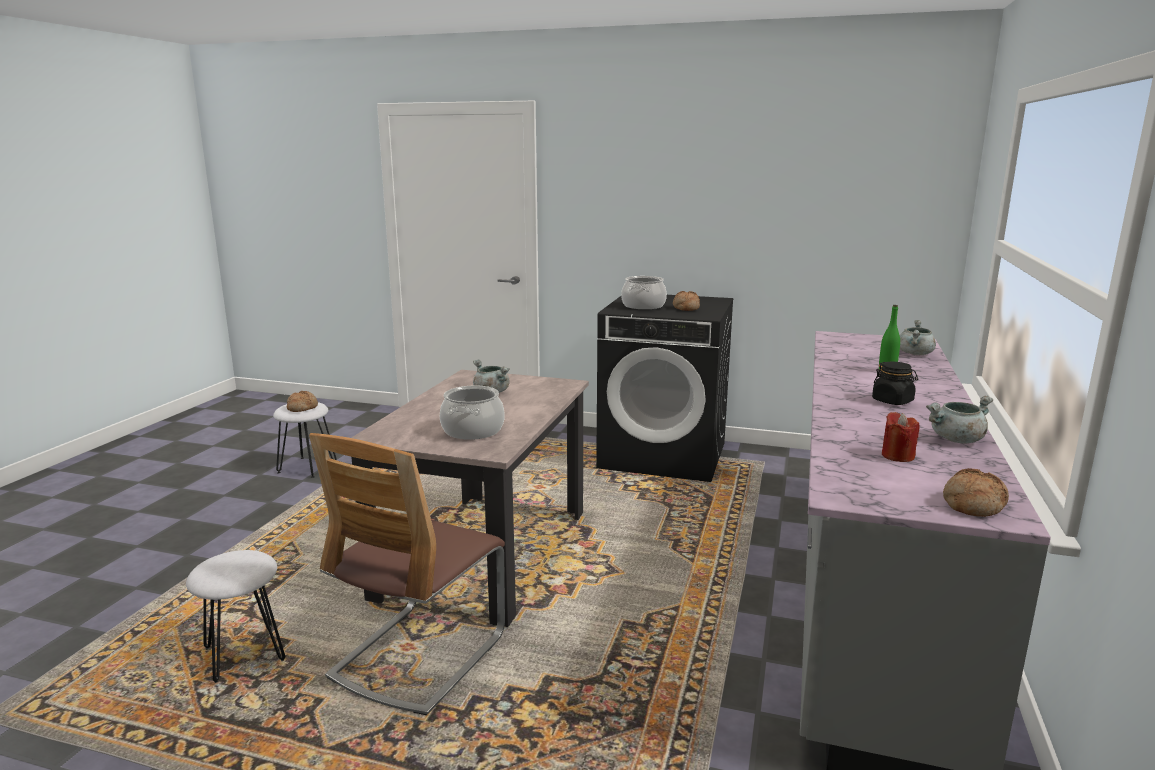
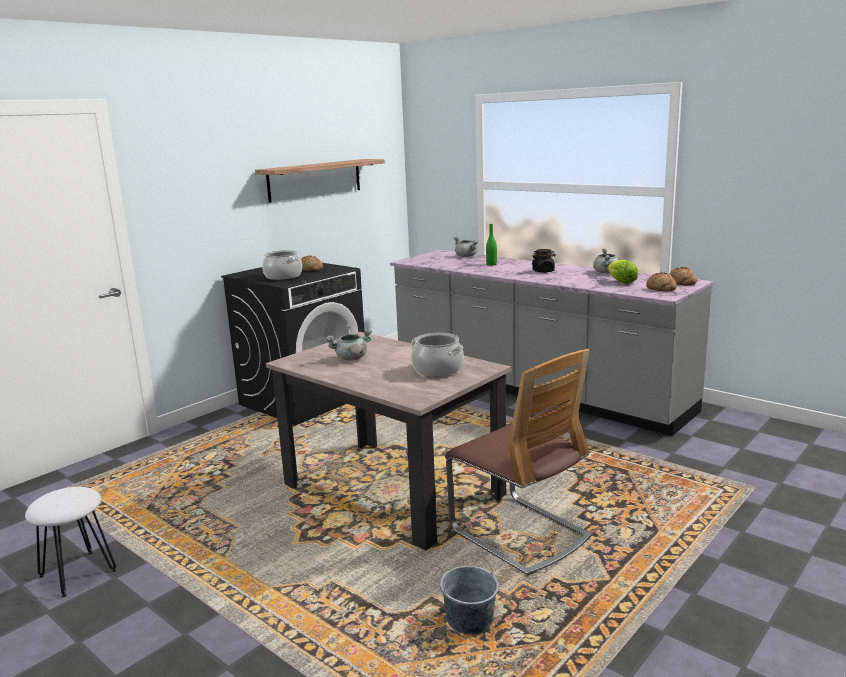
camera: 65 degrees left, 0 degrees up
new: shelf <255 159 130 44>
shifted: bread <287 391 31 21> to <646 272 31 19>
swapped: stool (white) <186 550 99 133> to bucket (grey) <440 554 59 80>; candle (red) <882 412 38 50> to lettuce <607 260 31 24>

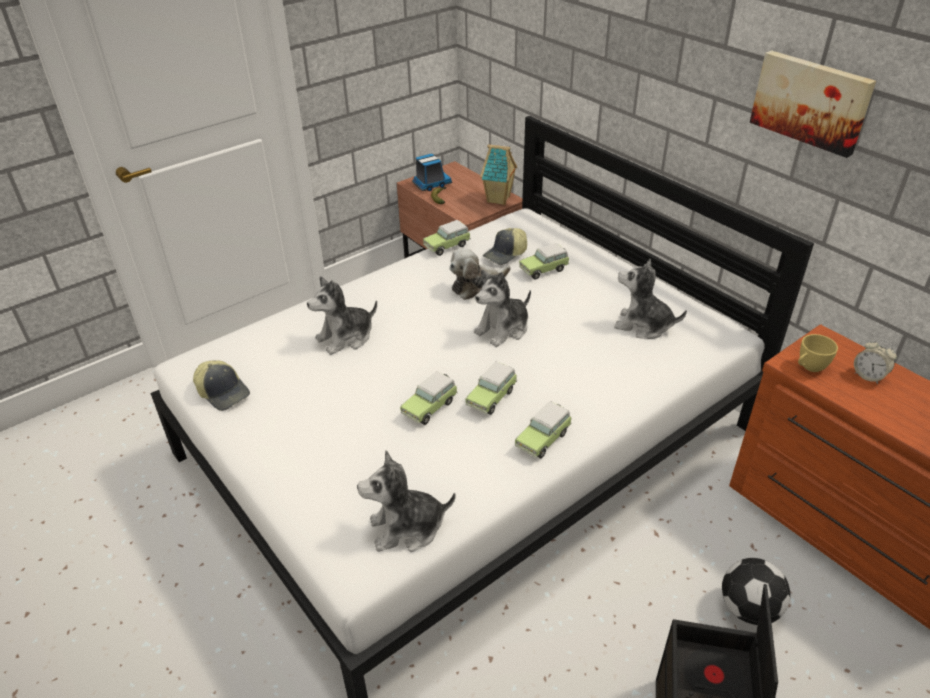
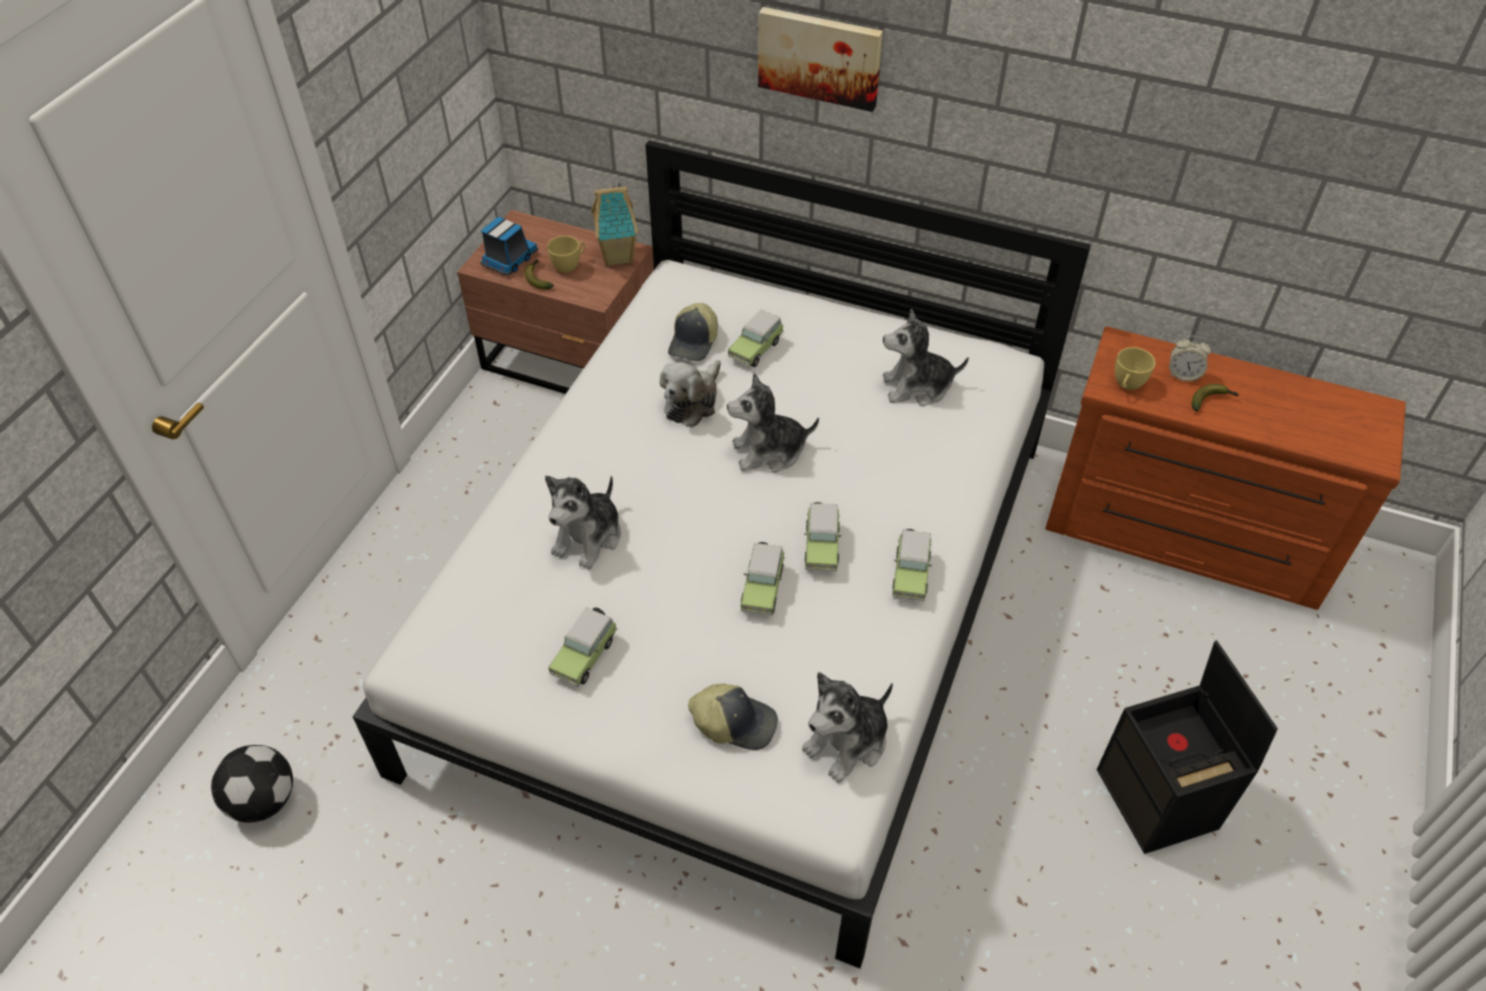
camera: 30 degrees left, 10 degrees up
new: cup (yellow) <547 236 38 37>; banana <1192 384 47 28>
shifted: football <722 558 69 67> to <211 745 82 77>; toy car <423 220 48 36> to <548 607 70 80>; cap <193 361 57 50> to <688 684 90 66>; picture <750 50 126 108> to <758 7 125 105>
rotated: plush toy <474 269 57 78> = <727 373 92 100> 60 degrees clockwise

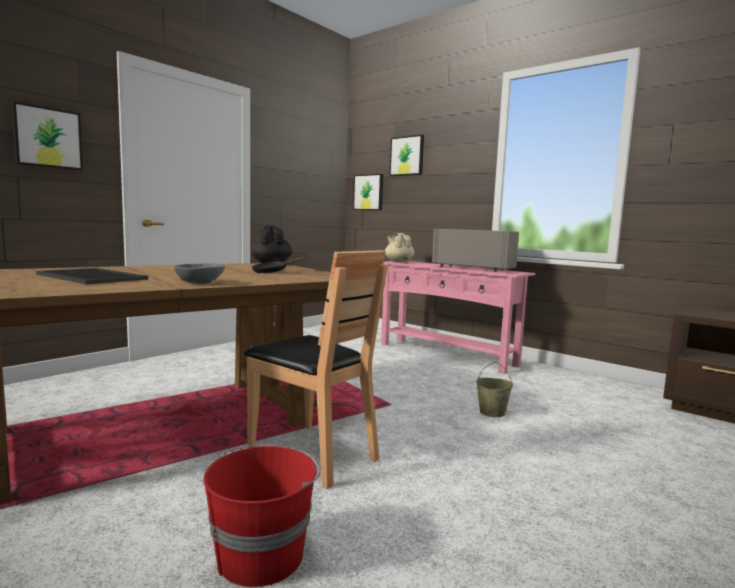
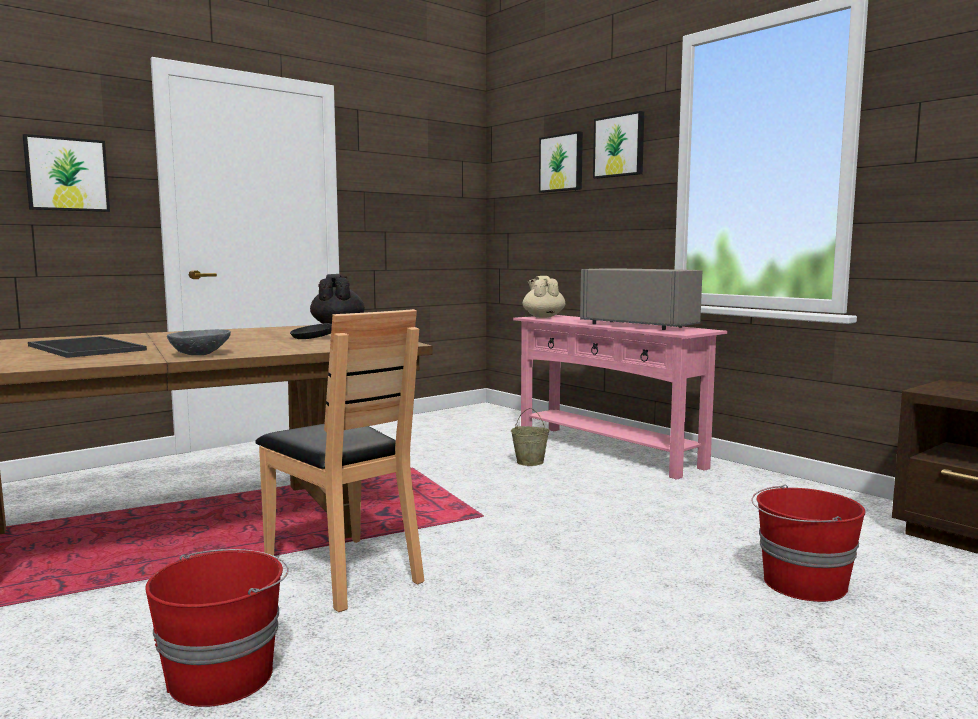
camera: 10 degrees right, 0 degrees up
new: bucket (red) <751 484 114 118>
shifted: bucket (beige) <476 362 37 55> to <511 408 38 58>; picture <353 174 30 36> to <593 111 51 68>

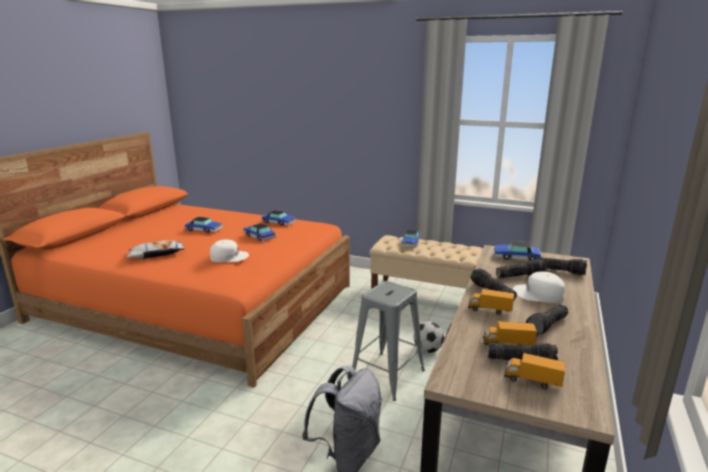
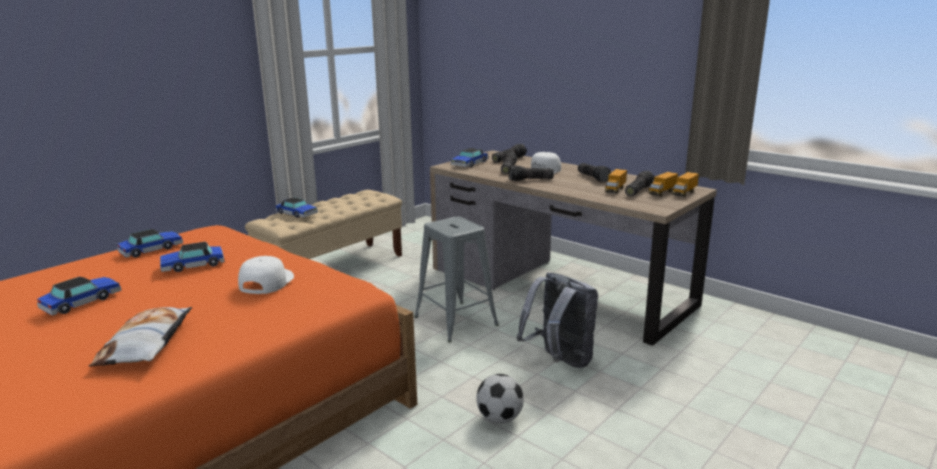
camera: 70 degrees left, 0 degrees up
shifted: football <414 321 30 32> to <476 374 48 50>; toy truck <468 289 46 26> to <672 172 27 25>

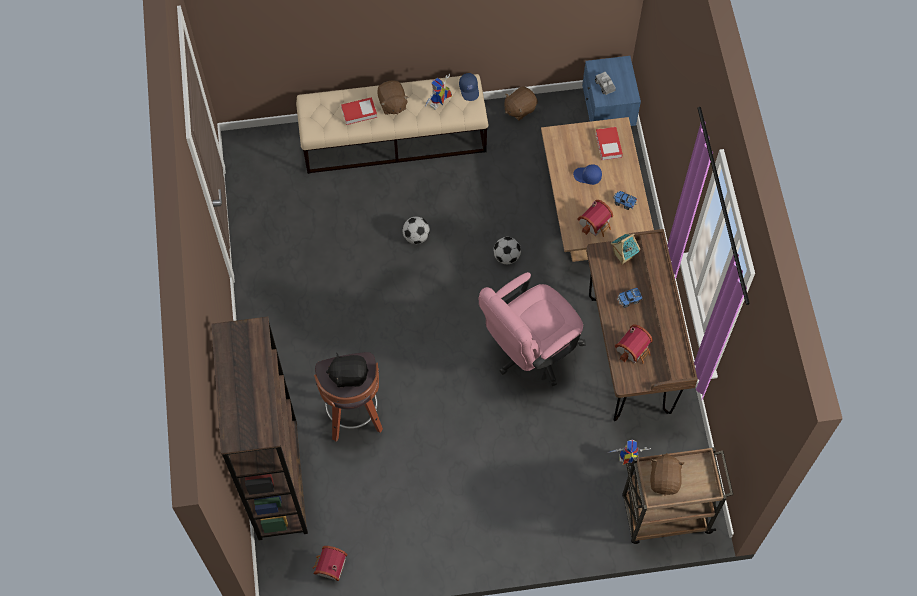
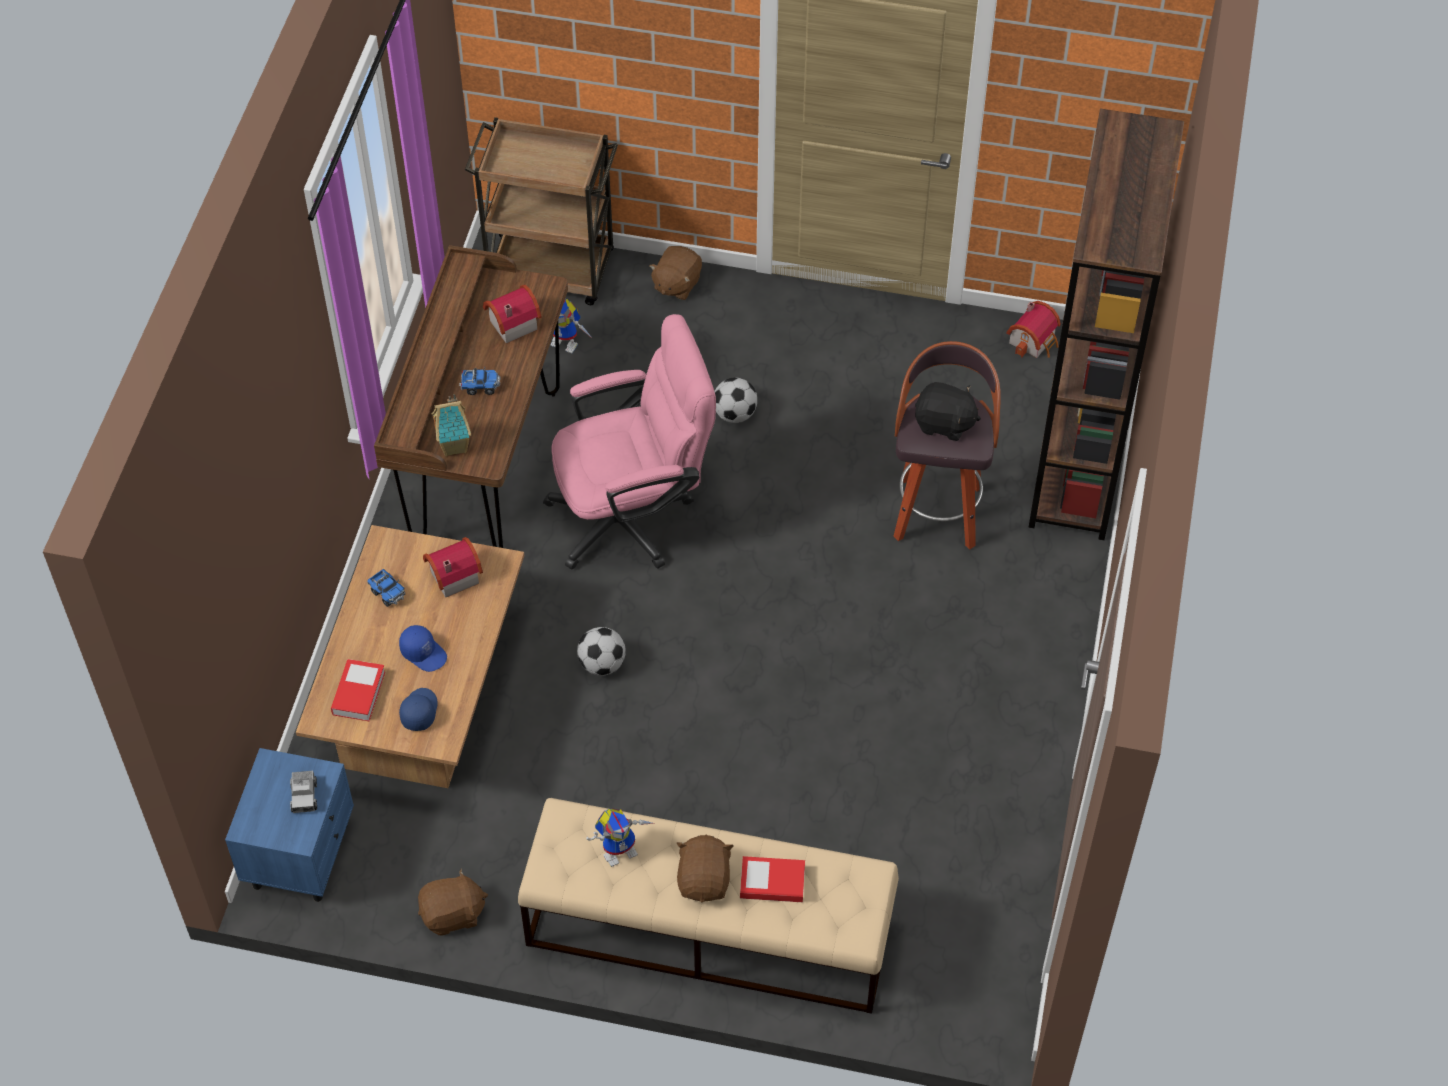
camera: 160 degrees left, 10 degrees down
shifted: cap (blue) <459 73 20 28> to <399 688 39 43>; plush toy (brown) <650 453 34 43> to <649 246 53 54>; football <403 217 27 27> to <714 378 43 45>

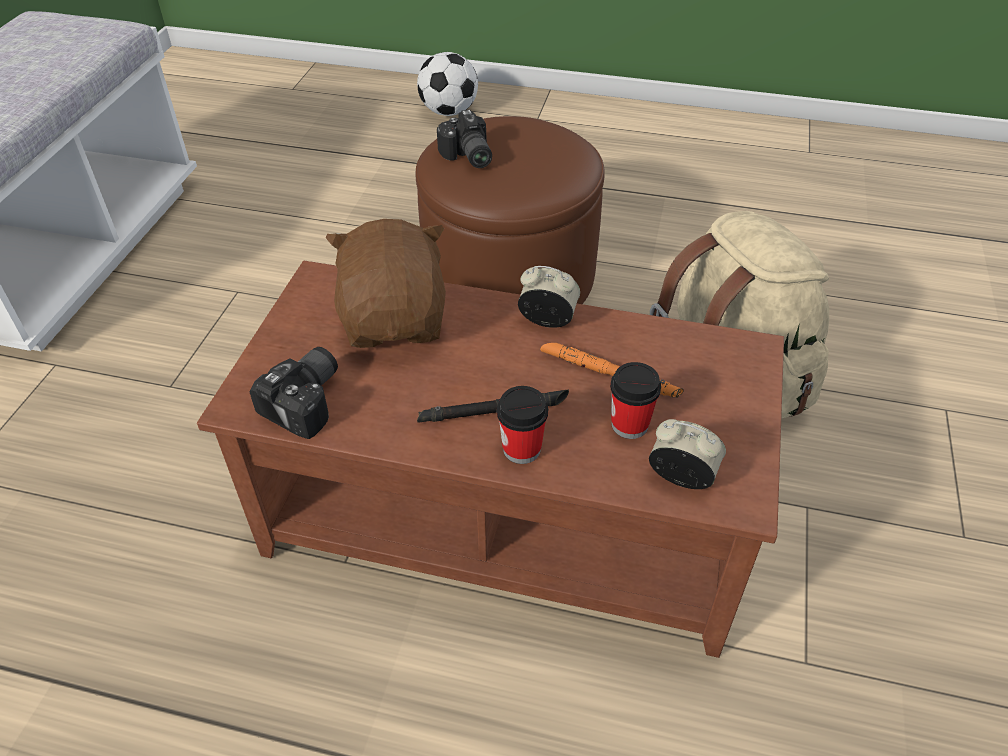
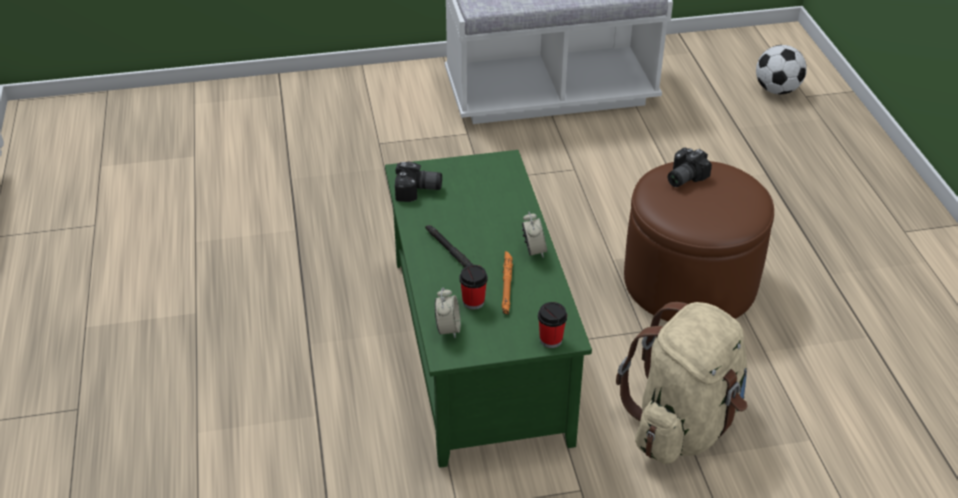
camera: 65 degrees right, 5 degrees down
gone: plush toy (brown) <326 219 120 129>
shifted: cup <497 386 51 78> to <538 302 29 46>; football <417 52 61 64> to <756 45 51 49>
repainted: coffee table (brown) <197 261 587 397> to coffee table (green) <385 150 207 318>

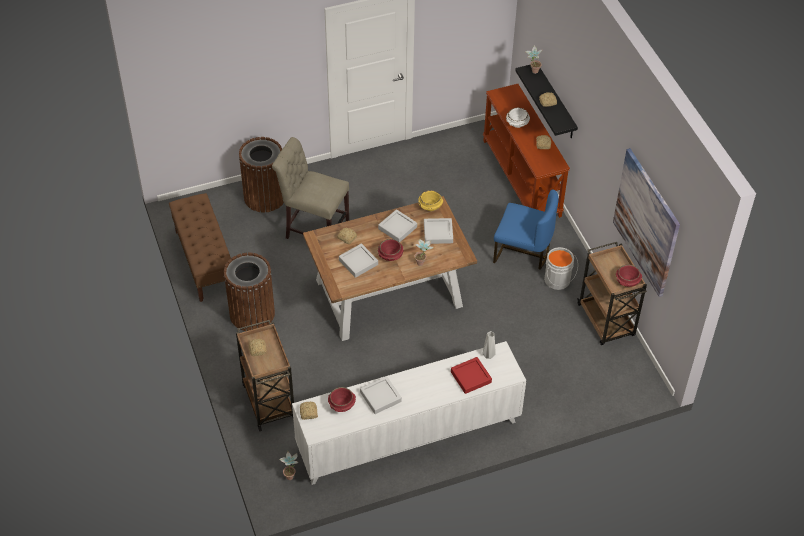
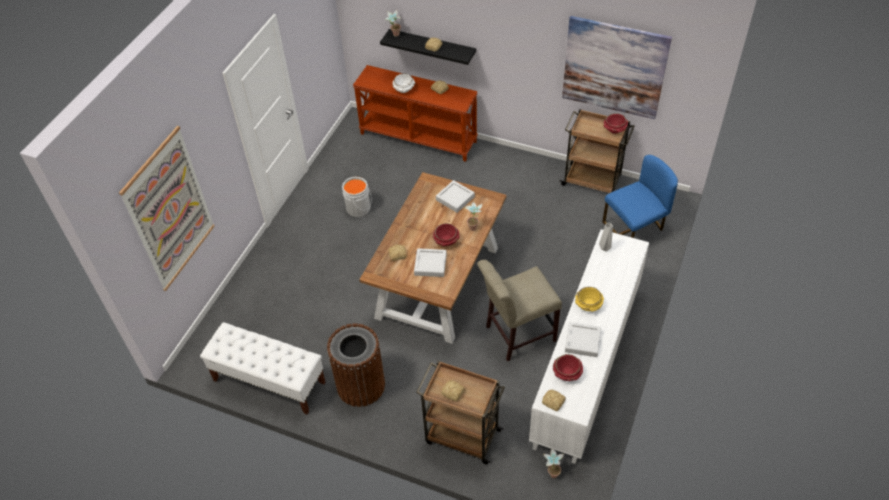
camera: 45 degrees left, 0 degrees up
gone: trash can (brown) <239 137 45 76>; tray (grey) <378 209 39 34>; tray (red) <451 357 41 37>
new: picture <119 126 96 165>
shifted: bucket (grey) <544 247 34 43> to <342 177 30 40>; chair (beige) <272 137 77 102> to <477 260 85 101>; bowl (yellow) <418 190 25 21> to <575 287 29 24>; chair (blue) <493 190 66 80> to <603 155 75 83>
repainted: bench (brown) <169 193 62 109> to bench (white) <200 322 126 93>

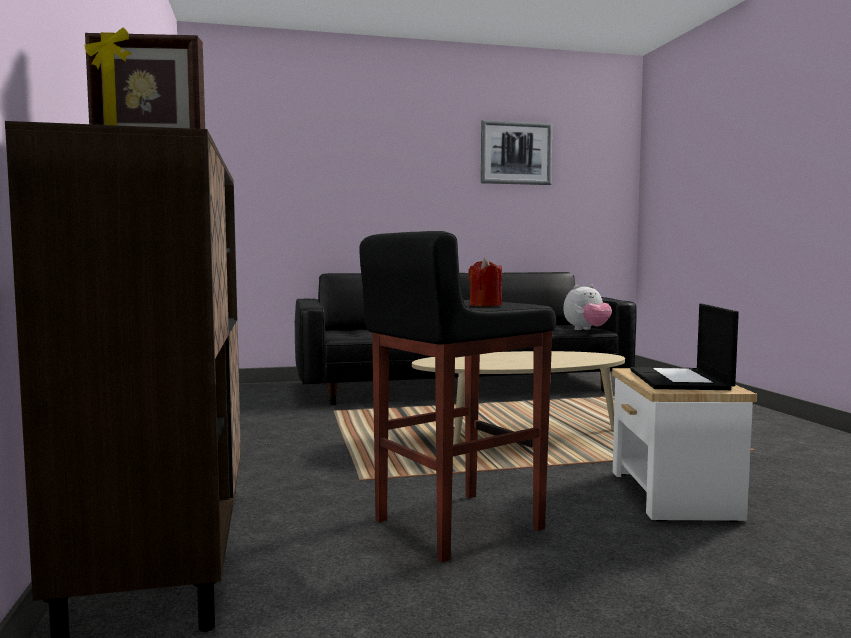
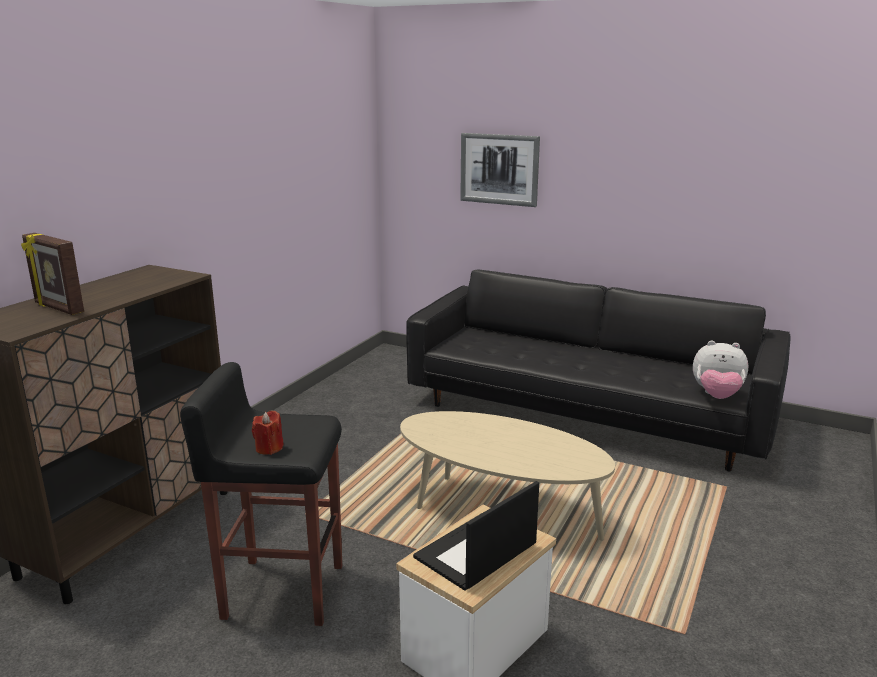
camera: 40 degrees right, 15 degrees up
shifted: picture <481 120 71 65> to <460 133 80 74>

